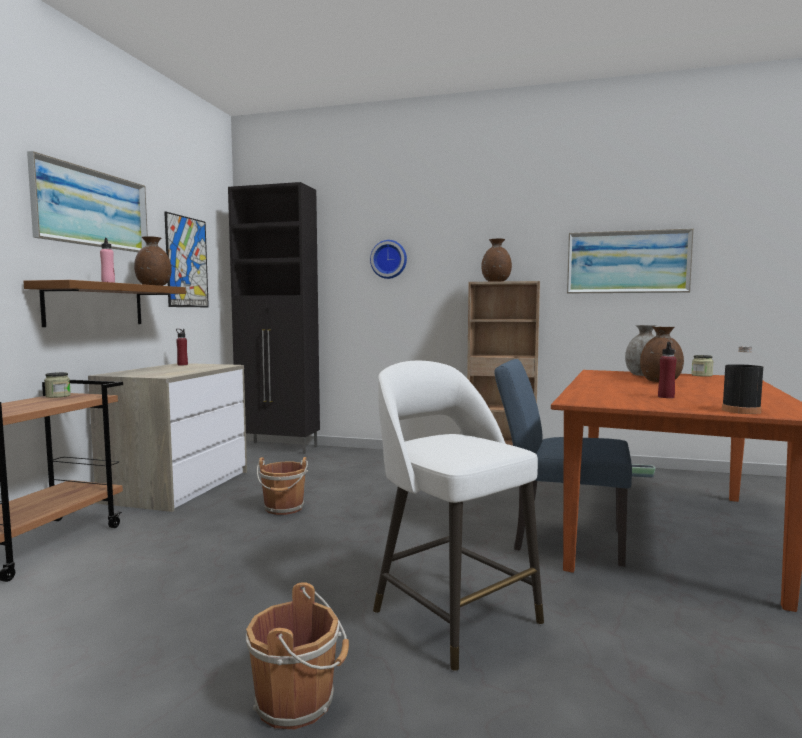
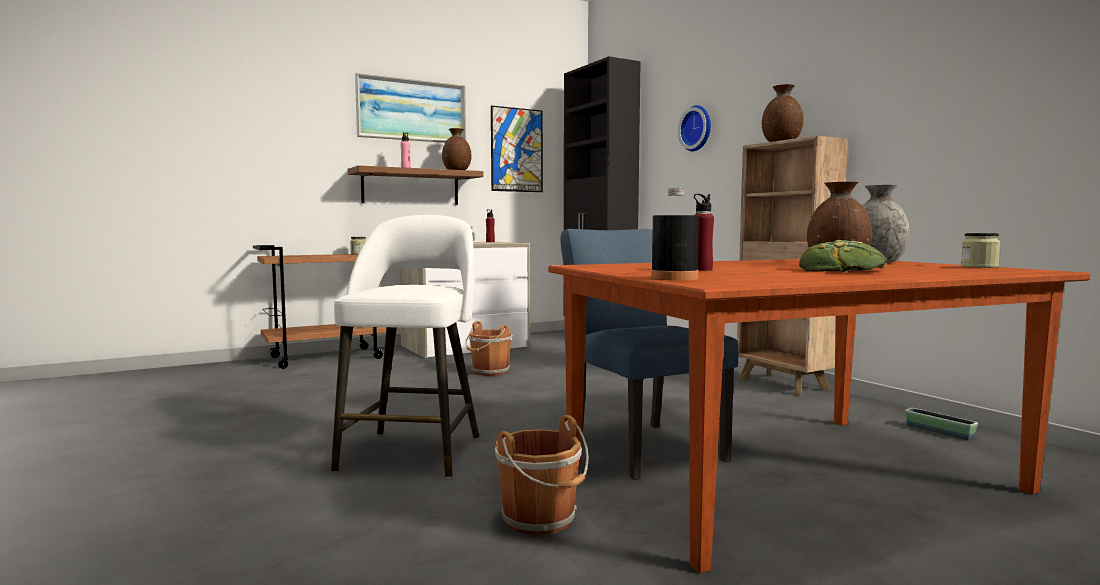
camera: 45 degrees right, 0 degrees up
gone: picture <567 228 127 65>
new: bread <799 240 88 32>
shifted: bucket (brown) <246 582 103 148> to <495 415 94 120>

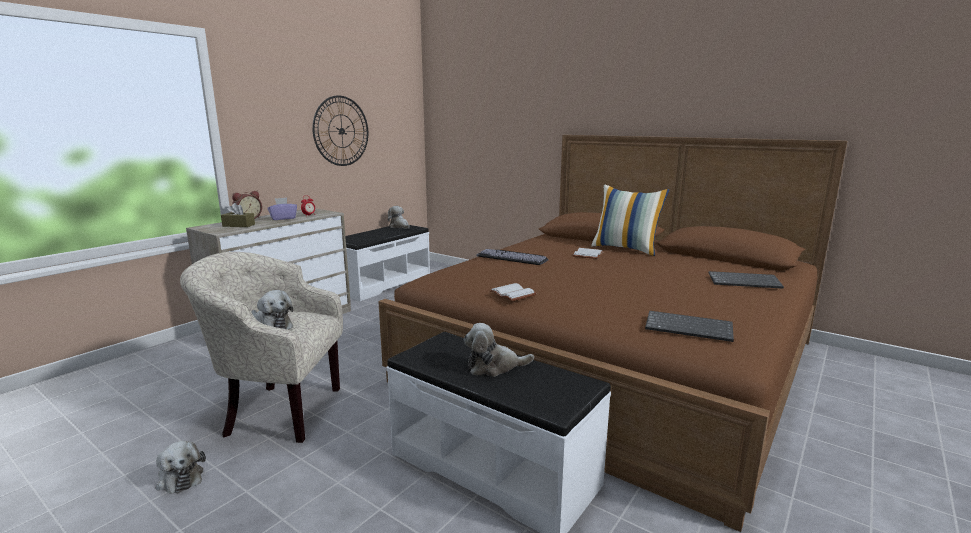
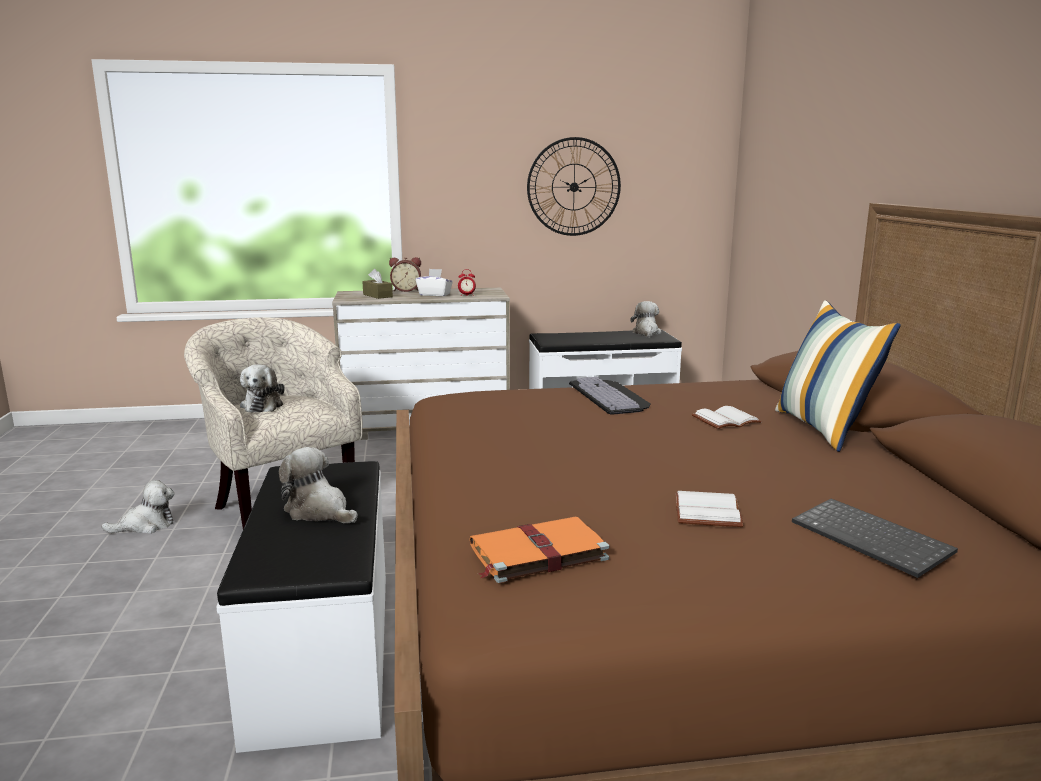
camera: 45 degrees right, 0 degrees up
shifted: book (white) <489 283 48 18> to <675 491 68 36>
swapped: keyboard <645 311 89 31> to book (orange) <470 517 139 66>
repainted: tissue box (purple) <267 197 30 23> to tissue box (white) <416 269 37 27>
rotated: plush toy <155 441 51 53> = <101 480 73 54> 120 degrees counterclockwise

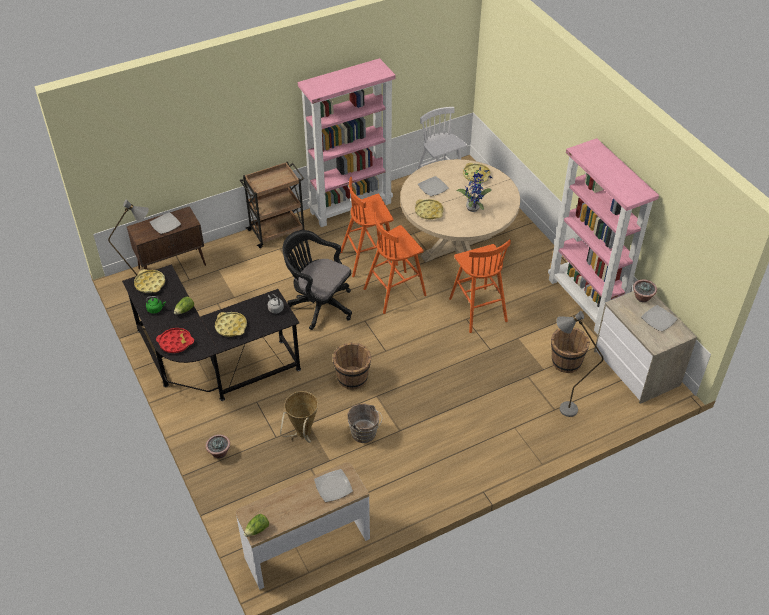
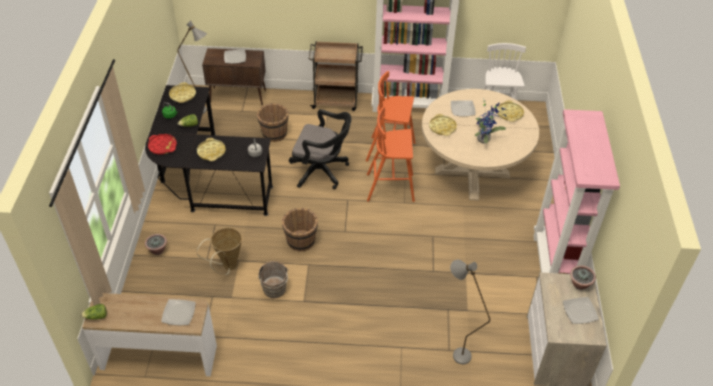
camera: 30 degrees right, 0 degrees up
gone: stool (orange) <449 239 62 94>
shifted: bucket (brown) <551 328 39 45> to <257 103 32 39>
rotated: office chair (black) <282 230 70 100> = <289 109 62 80> 135 degrees clockwise

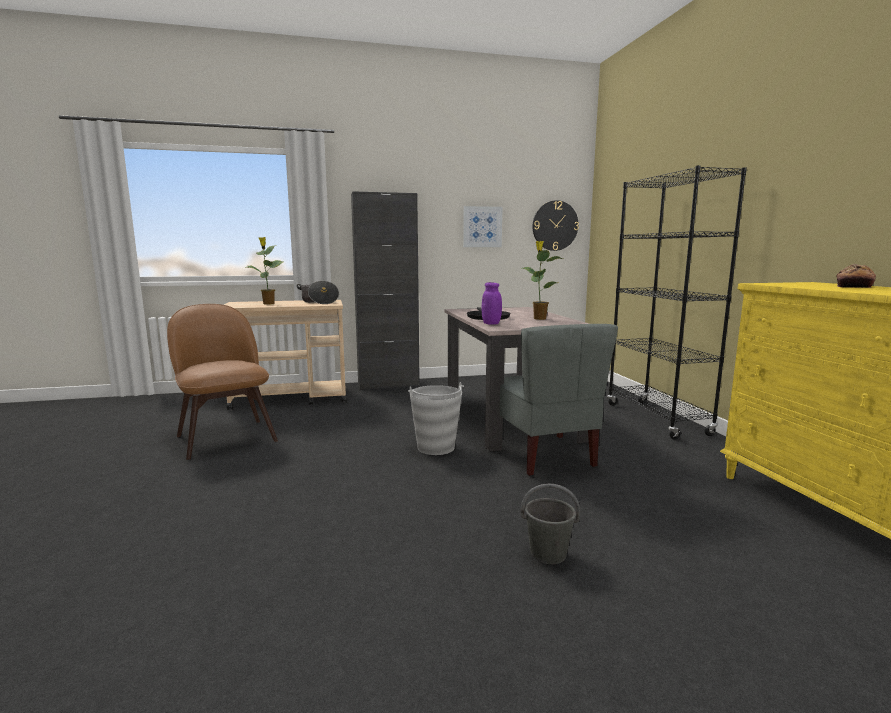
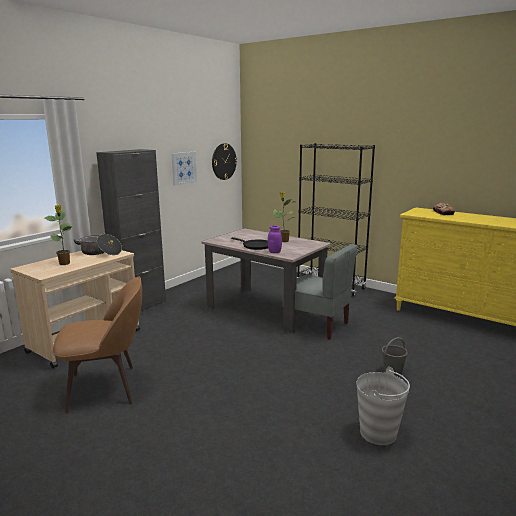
camera: 40 degrees left, 5 degrees up
shifted: bucket (grey) <408 382 56 73> to <357 367 53 78>
rotated: chair (brown) <167 304 111 156> = <52 277 90 137> 150 degrees clockwise

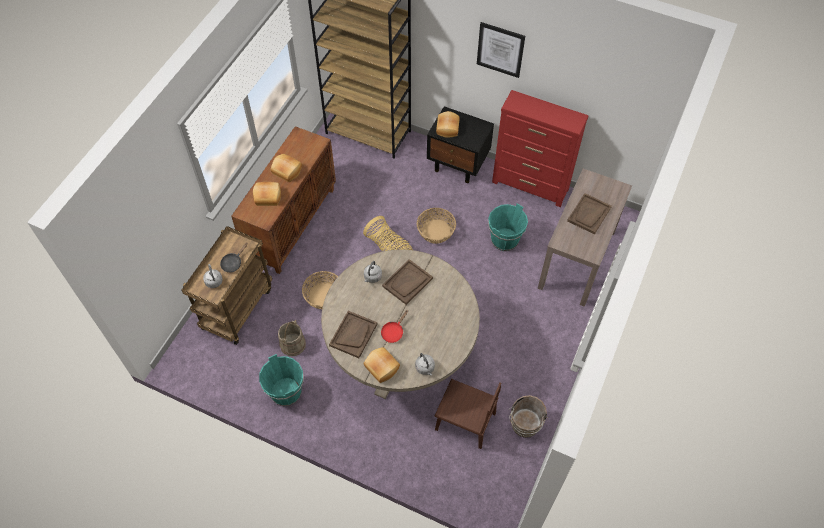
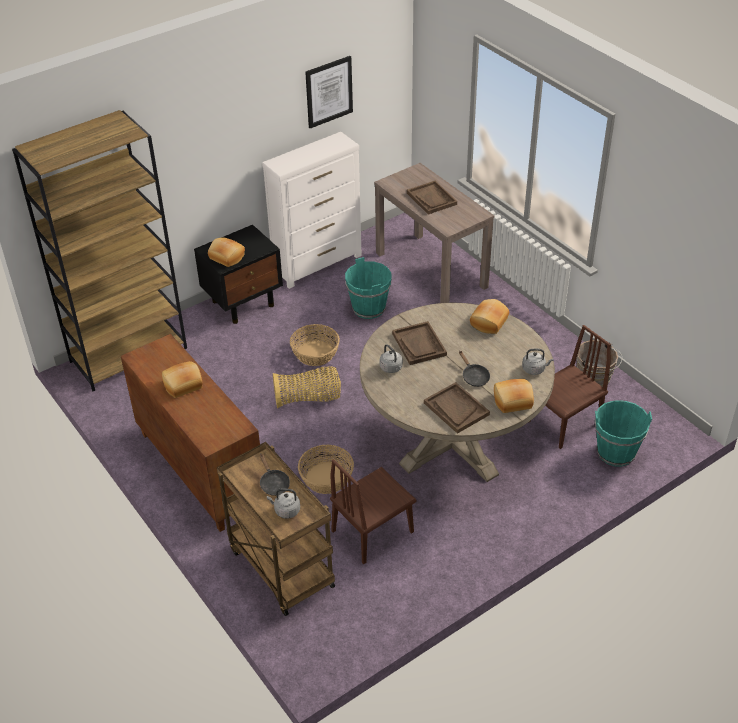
camera: 60 degrees left, 15 degrees down
shifted: picture <477 22 48 56> to <305 56 48 72>; bread <253 182 28 24> to <470 299 39 35>; bucket (turquoise) <259 354 45 52> to <595 401 57 66>
swapped: bucket (beige) <278 320 28 36> to chair (brown) <330 459 86 105>
repainted: dresser (red) <492 90 96 117> to dresser (white) <262 132 100 157>; frying pan (red) <381 310 27 33> to frying pan (black) <459 351 31 36>

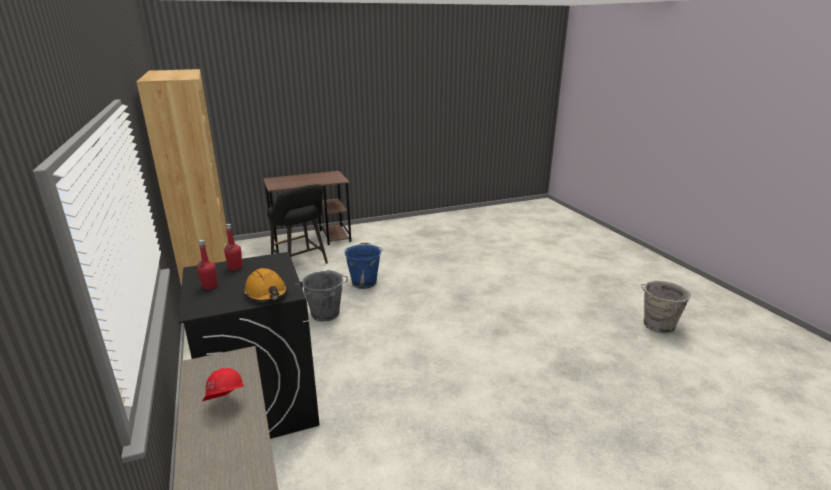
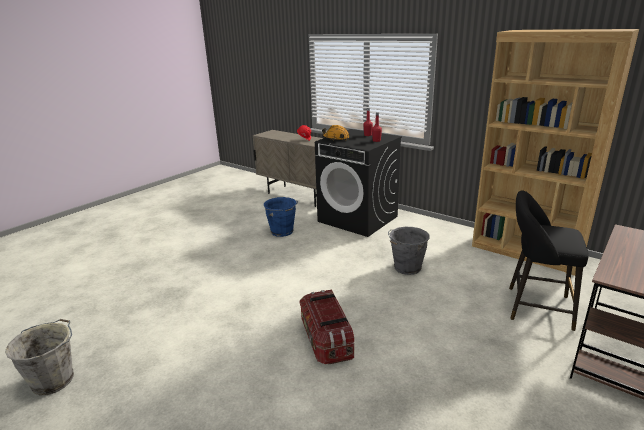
camera: 150 degrees right, 0 degrees up
new: storage box <299 290 55 74>
shifted: bucket (blue) <344 243 39 46> to <264 197 34 40>

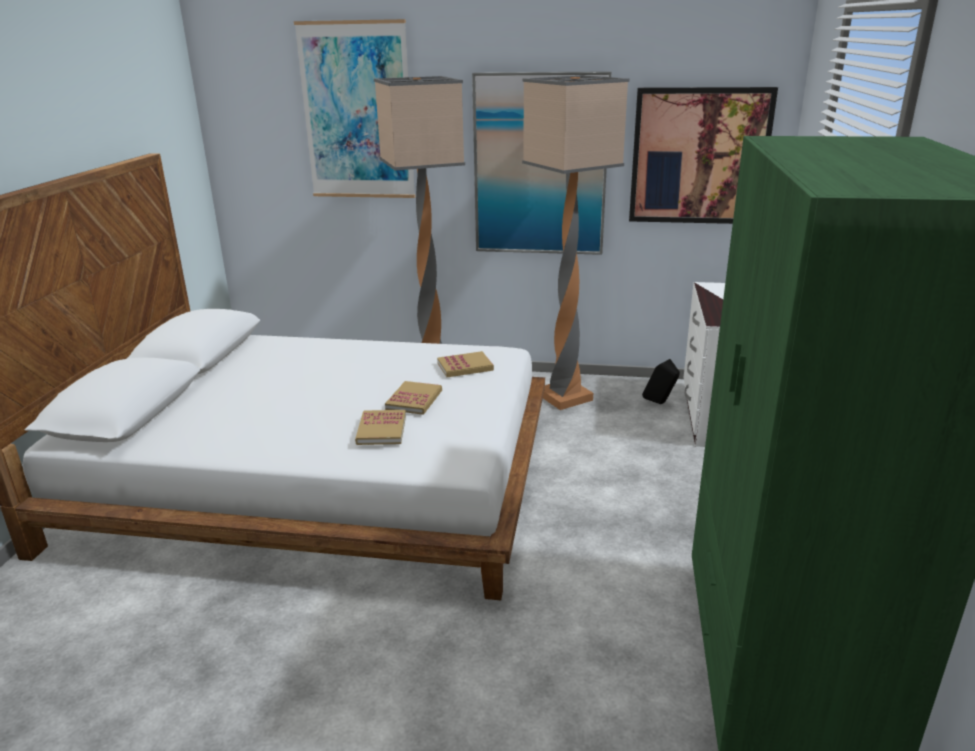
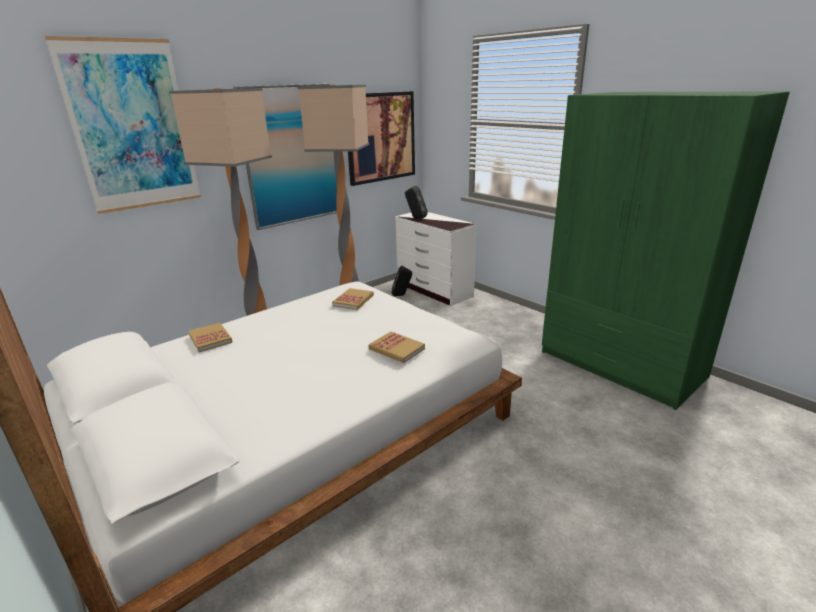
camera: 50 degrees left, 0 degrees up
new: speaker (black) <405 186 23 33>
shifted: book <385 381 57 34> to <188 323 45 29>

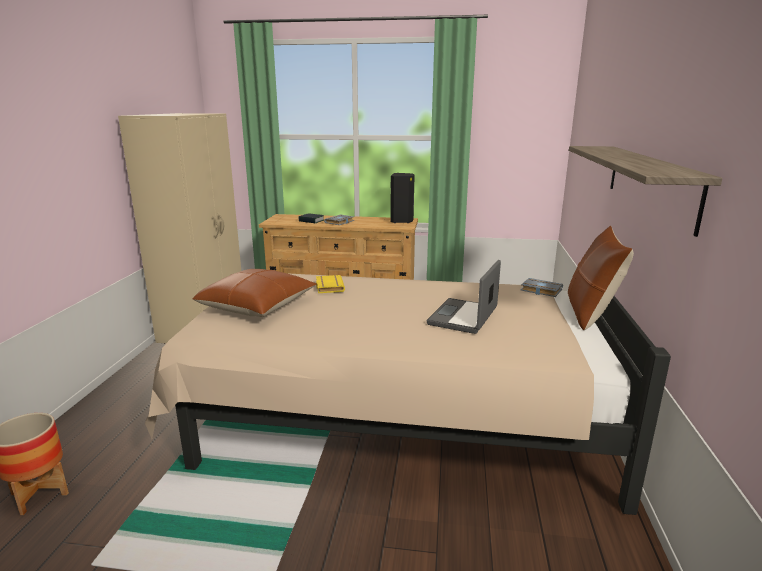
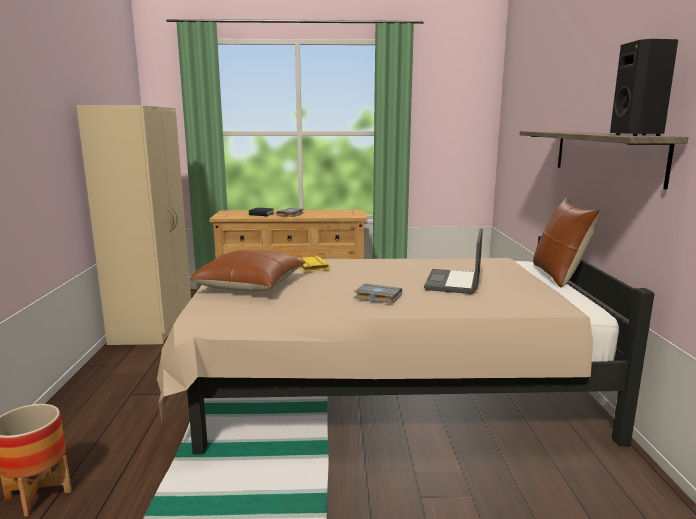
camera: 10 degrees left, 5 degrees down
shifted: book (grey) <521 278 42 19> to <354 283 48 21>; speaker (black) <390 173 25 50> to <610 39 68 97>

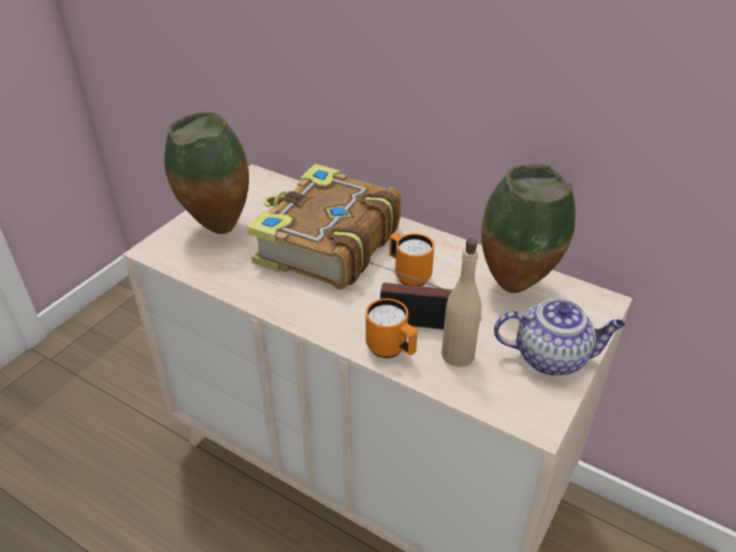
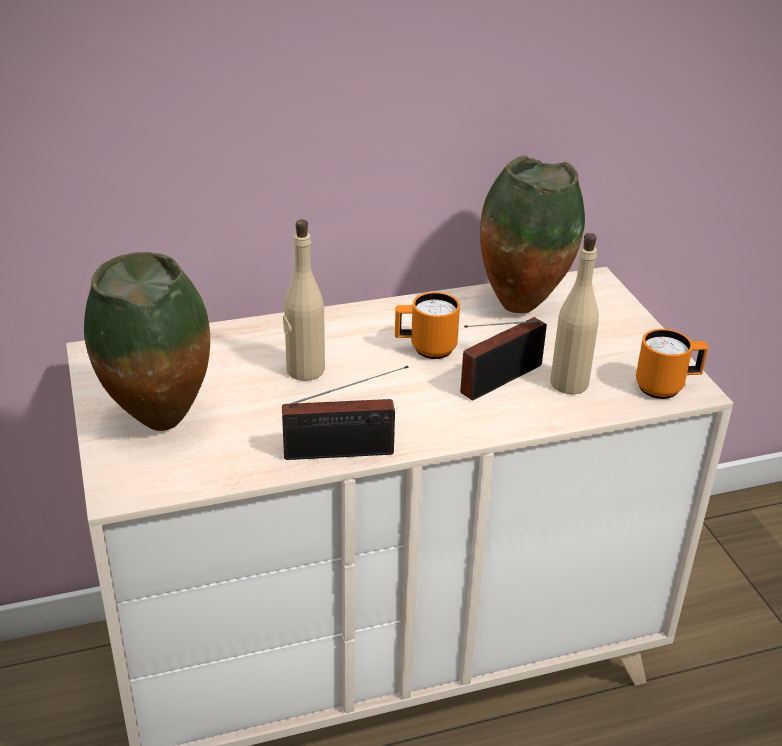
camera: 50 degrees left, 5 degrees down
gone: teapot <494 299 131 77>
new: radio <282 366 127 94>
shifted: mug (orange) <366 298 52 60> to <636 329 72 70>
swapped: book <247 164 155 126> to bottle (beige) <283 220 42 161>

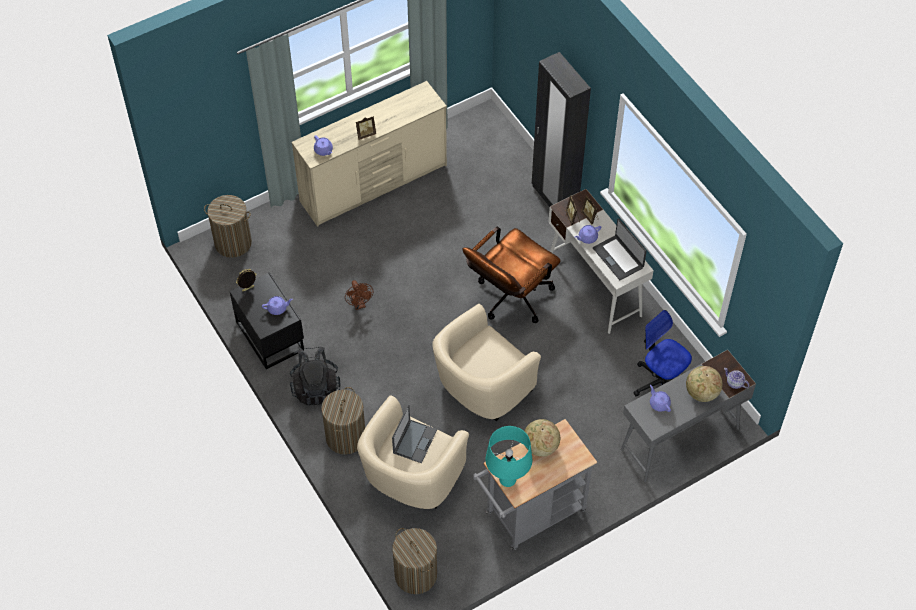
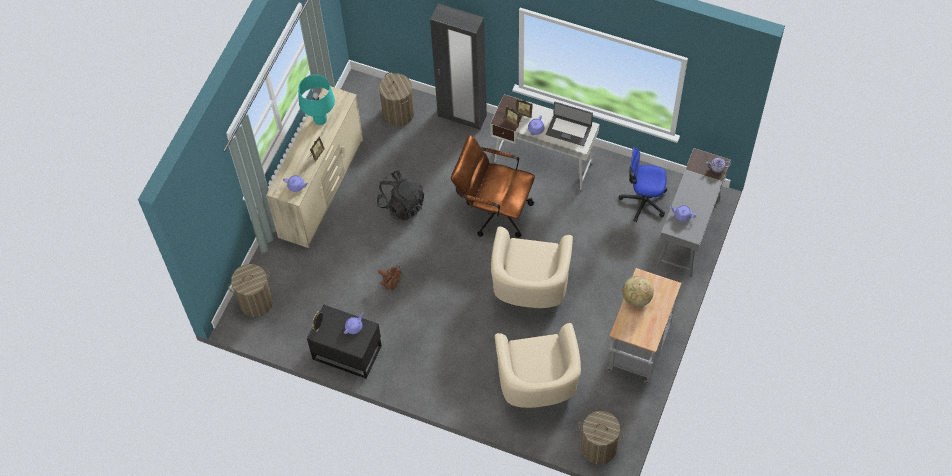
camera: 35 degrees left, 5 degrees up
gone: laptop <392 404 45 59>; globe <686 366 37 36>
shifted: table lamp (turquoise) <486 426 46 61> to <298 75 37 50>; backpack (black) <290 347 51 59> to <377 171 47 49>; laundry basket <321 387 44 67> to <379 72 35 54>
rotated: office chair (brown) <463 226 98 97> = <451 135 84 103> 105 degrees clockwise

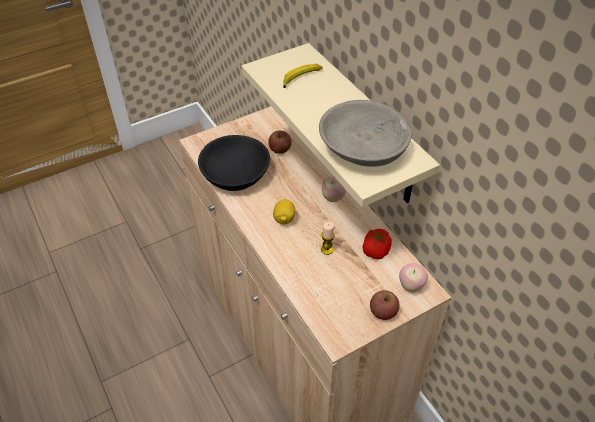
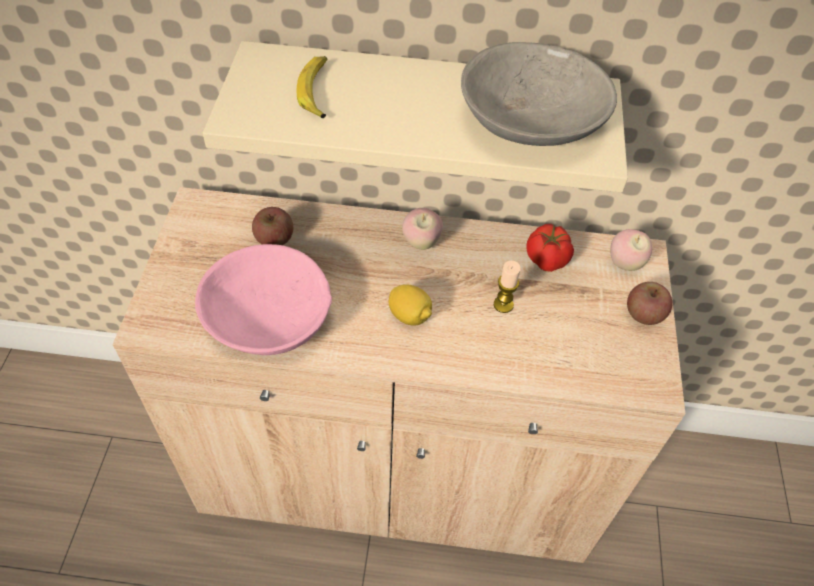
camera: 55 degrees left, 5 degrees up
repainted: bowl (black) <198 135 72 56> to bowl (pink) <195 244 137 111>

